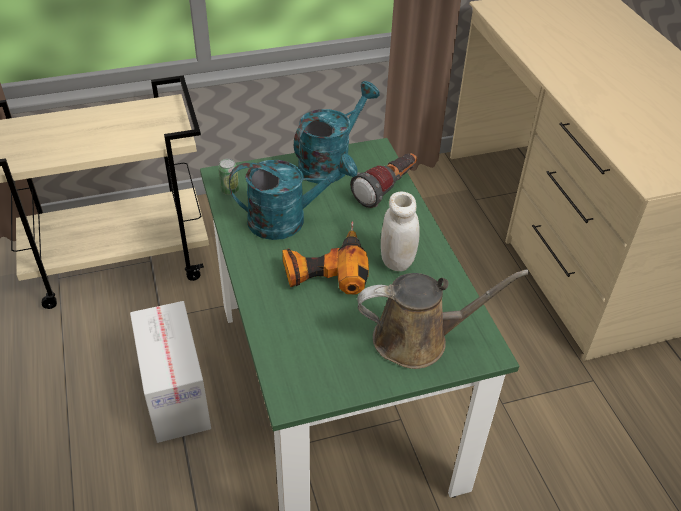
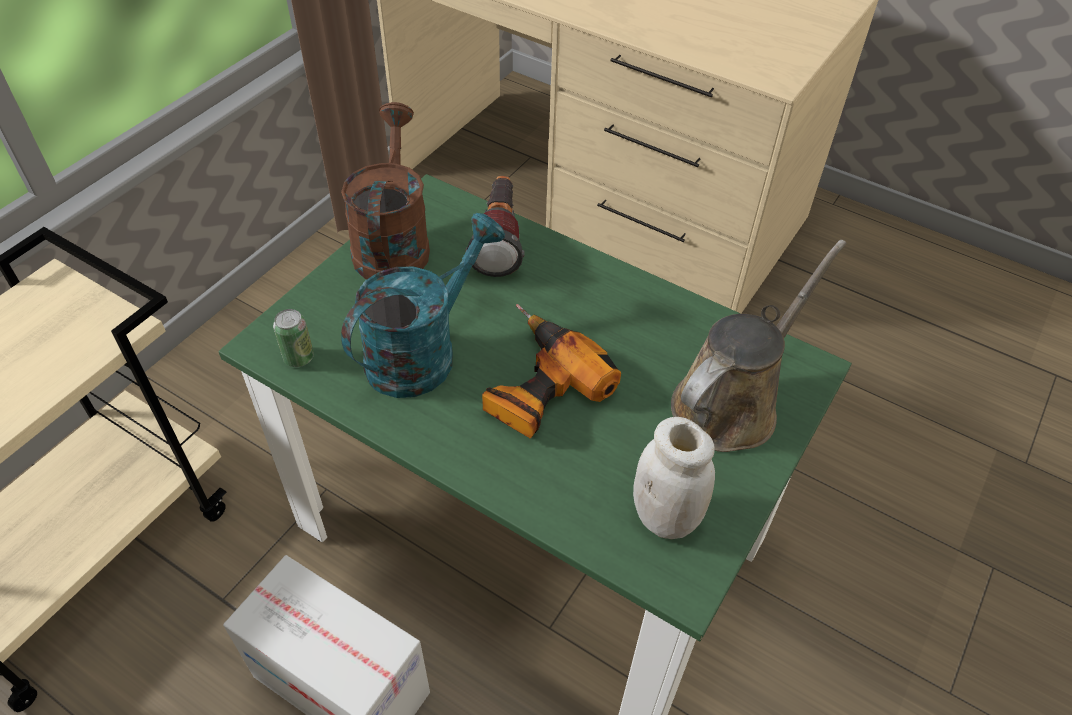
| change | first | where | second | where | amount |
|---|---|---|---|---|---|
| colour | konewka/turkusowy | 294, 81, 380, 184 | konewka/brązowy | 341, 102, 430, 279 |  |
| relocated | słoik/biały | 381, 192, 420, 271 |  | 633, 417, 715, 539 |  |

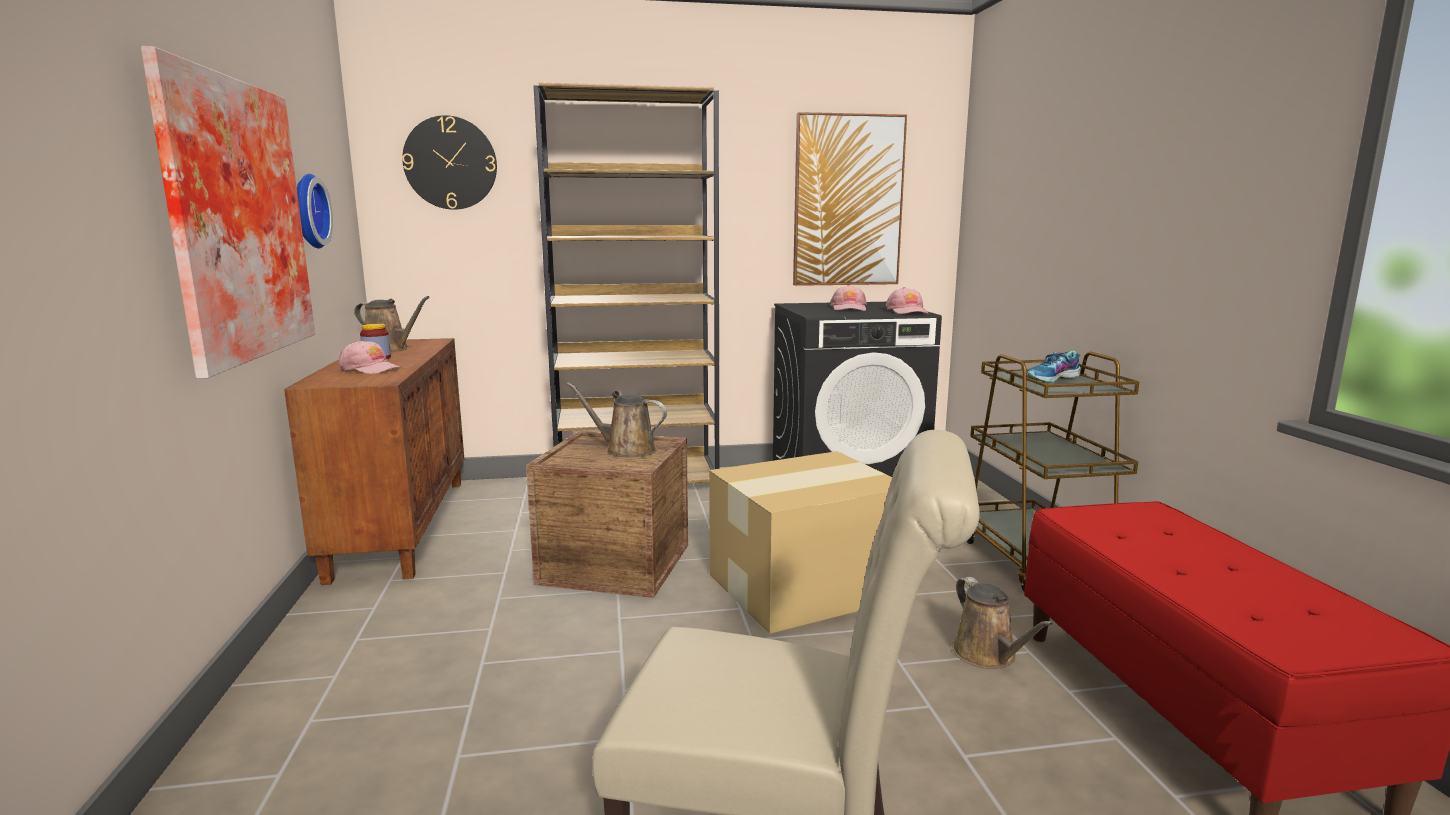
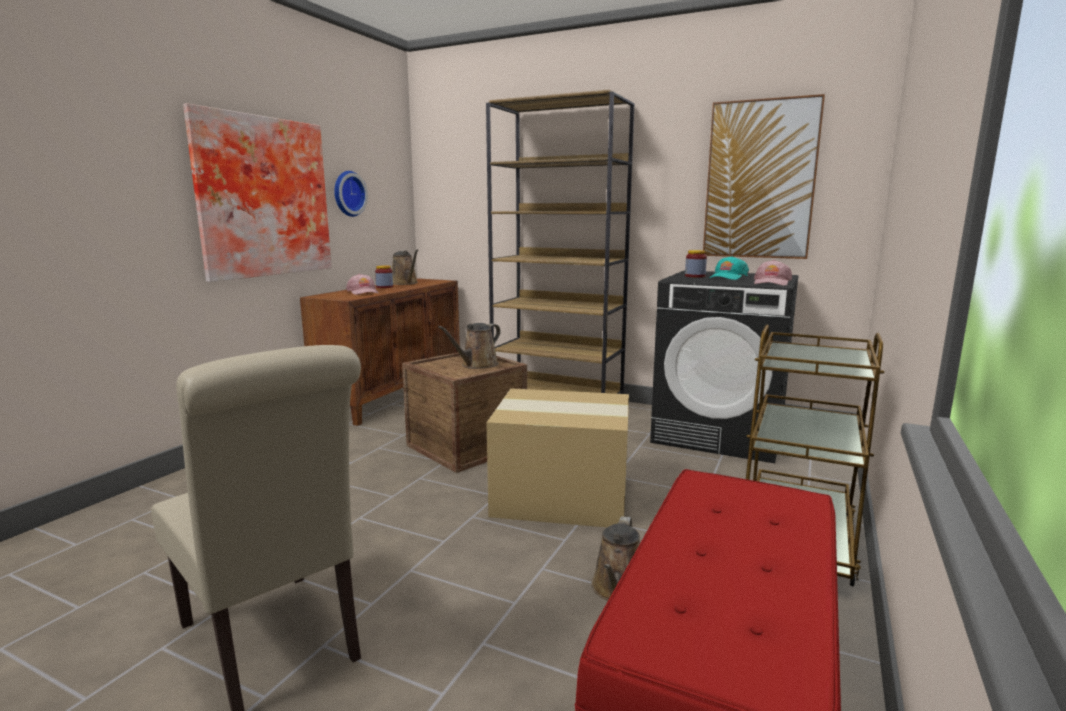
| change | first | where | second | where | amount |
|---|---|---|---|---|---|
| missing | zegar ścienny | 402, 115, 497, 210 |  |  |  |
| colour | czapka z daszkiem/różowy | 830, 285, 867, 311 | czapka z daszkiem/turkusowy | 709, 256, 749, 280 |  |
| missing | but | 1027, 350, 1080, 383 |  |  |  |
| spun | konewka/brązowy | 567, 382, 667, 457 |  | 438, 323, 501, 369 | 105 degrees counterclockwise |
| appeared |  |  | słoik | 685, 250, 707, 278 |  |

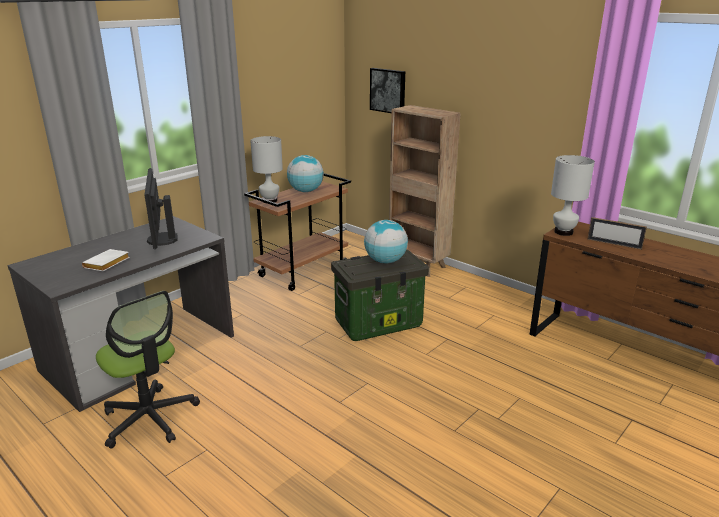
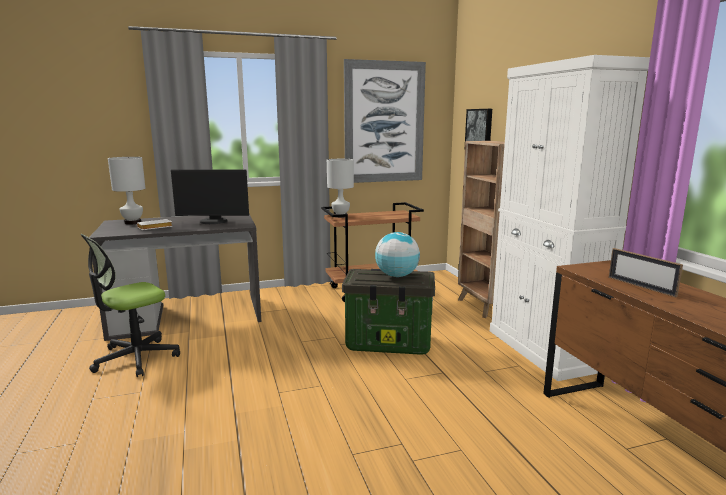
| change | first | where | second | where | amount |
|---|---|---|---|---|---|
| missing | globus | 287, 155, 324, 192 |  |  |  |
| relocated | lampa stołowa/biały | 551, 155, 595, 236 |  | 108, 157, 145, 225 |  |
| spun | monitor | 144, 168, 177, 249 |  | 171, 170, 249, 224 | 105 degrees counterclockwise |
| spun | krzesło biurowe | 96, 291, 200, 448 |  | 81, 234, 180, 377 | 60 degrees clockwise |
| appeared |  |  | szafka/biały | 490, 55, 650, 381 |  |
| appeared |  |  | obraz | 344, 59, 426, 183 |  |

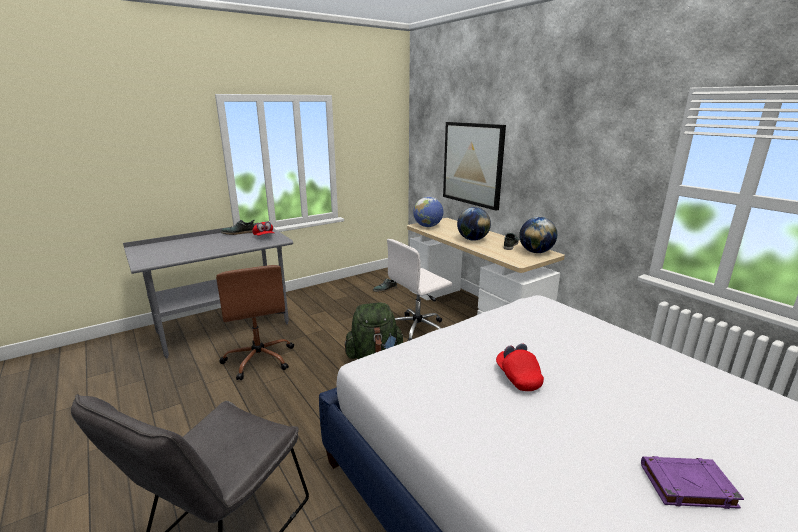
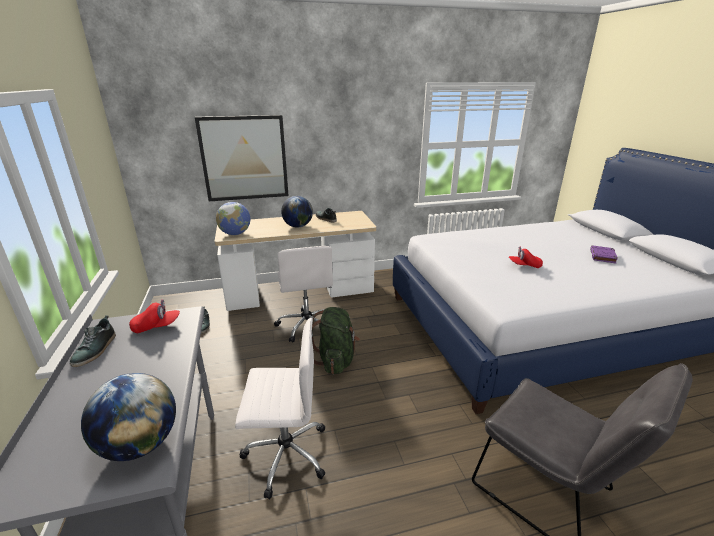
| change | first | where | second | where | amount |
|---|---|---|---|---|---|
| relocated | globus | 519, 217, 557, 253 |  | 81, 373, 176, 461 |  |
| colour | krzesło biurowe/brązowy | 216, 265, 294, 380 | krzesło biurowe/biały | 235, 318, 325, 499 |  |

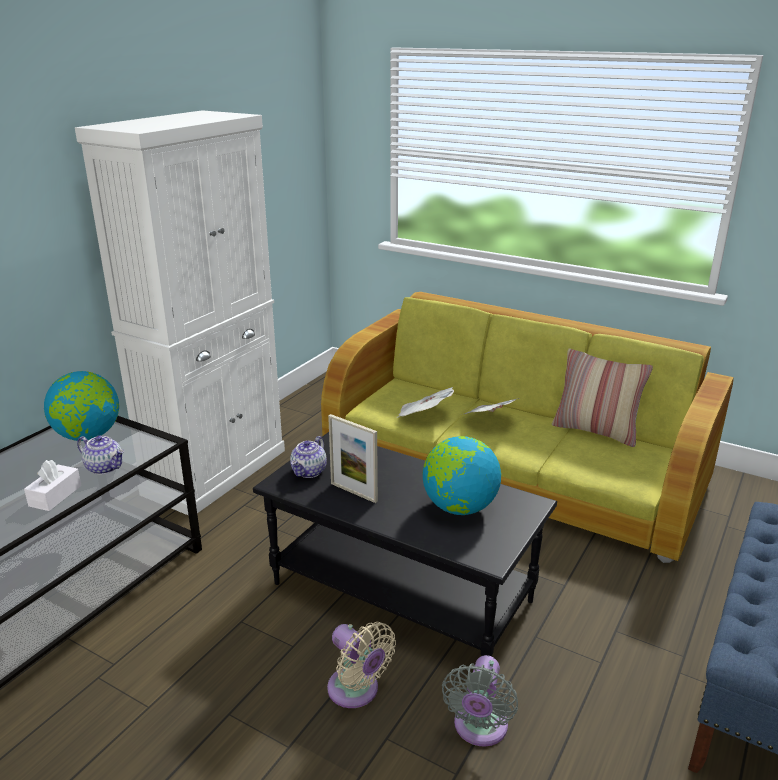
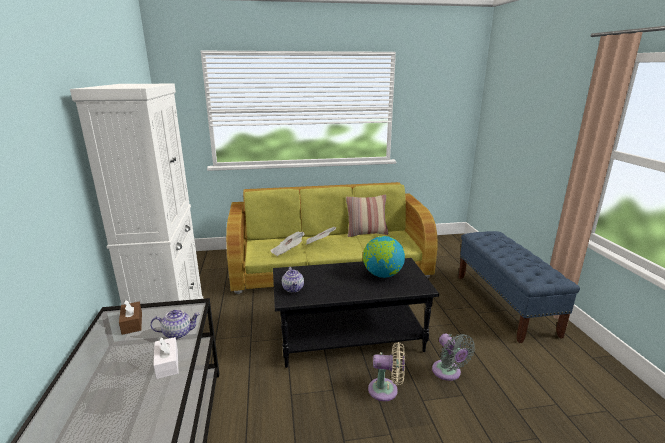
| change | first | where | second | where | amount |
|---|---|---|---|---|---|
| exchanged | globus | 44, 371, 119, 441 | pudełko chusteczek/brązowy | 119, 300, 142, 335 |  |
| missing | ramka na zdjęcie | 328, 414, 378, 503 |  |  |  |

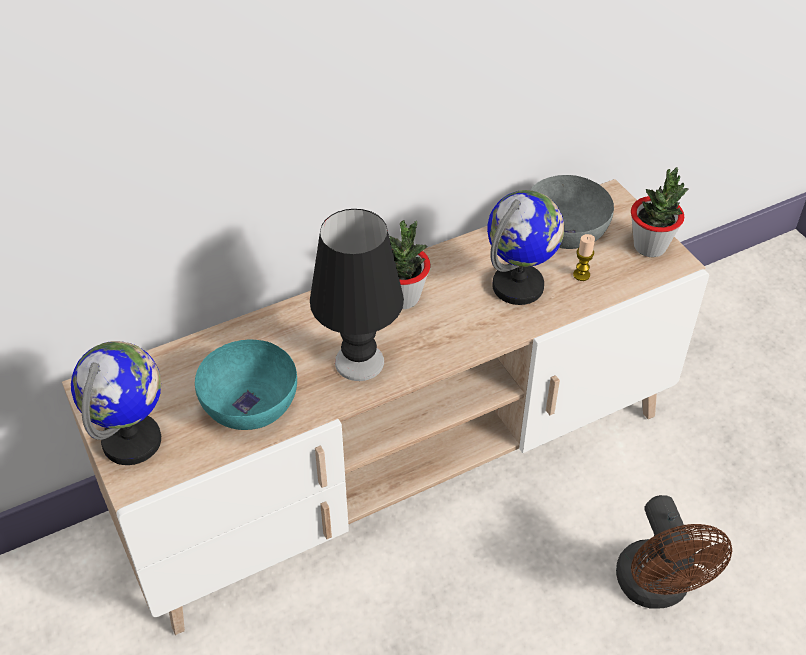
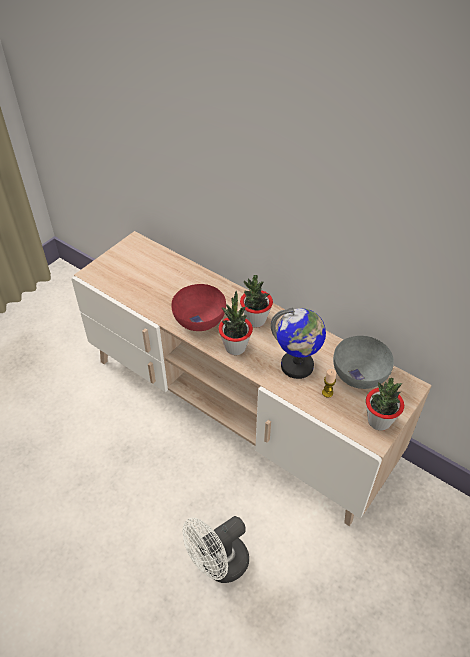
| change | first | where | second | where | amount |
|---|---|---|---|---|---|
| exchanged | lampa stołowa/czarny | 310, 209, 404, 381 | miska/czerwony | 171, 284, 226, 331 |  |
| missing | miska/turkusowy | 195, 339, 297, 430 |  |  |  |
| missing | globus | 71, 341, 161, 465 |  |  |  |
| colour | wentylator/brązowy | 616, 495, 732, 609 | wentylator/biały | 183, 516, 249, 583 |  |
| appeared |  |  | roślina doniczkowa | 218, 291, 253, 355 |  |

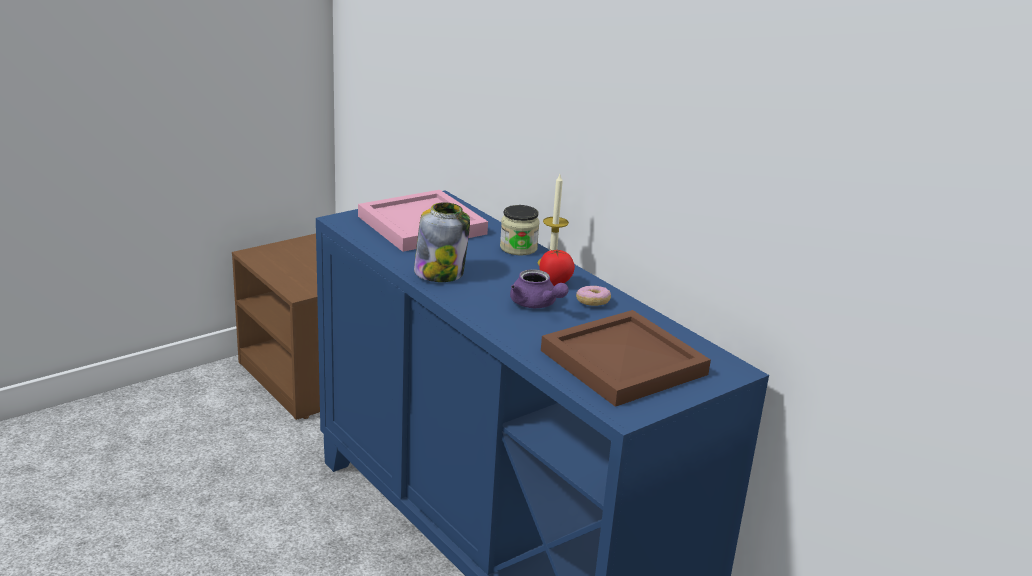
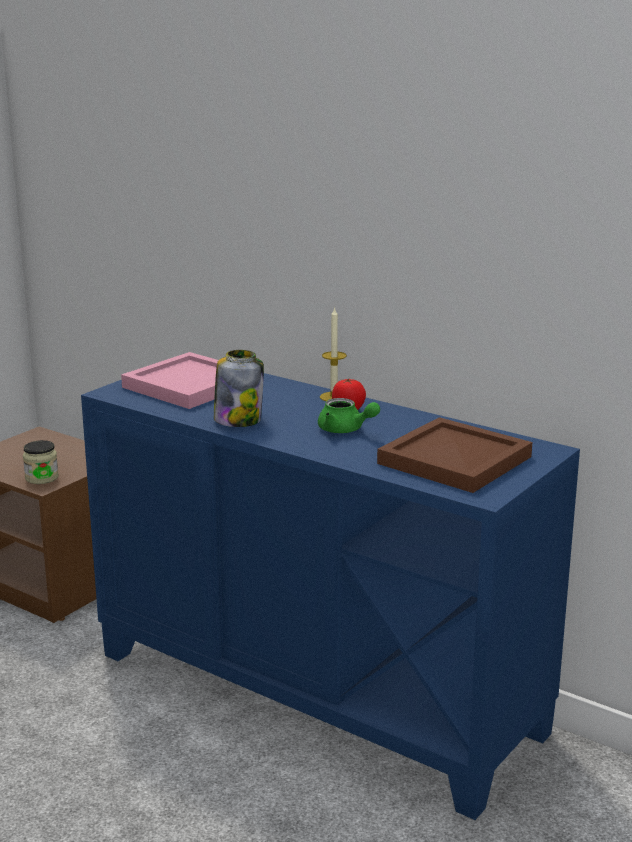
| change | first | where | second | where | amount |
|---|---|---|---|---|---|
| relocated | słoik | 500, 205, 540, 255 |  | 23, 440, 58, 484 |  |
| colour | imbryk/fioletowy | 510, 269, 569, 308 | imbryk/zielony | 318, 398, 380, 433 |  |
| missing | donut | 576, 286, 611, 306 |  |  |  |

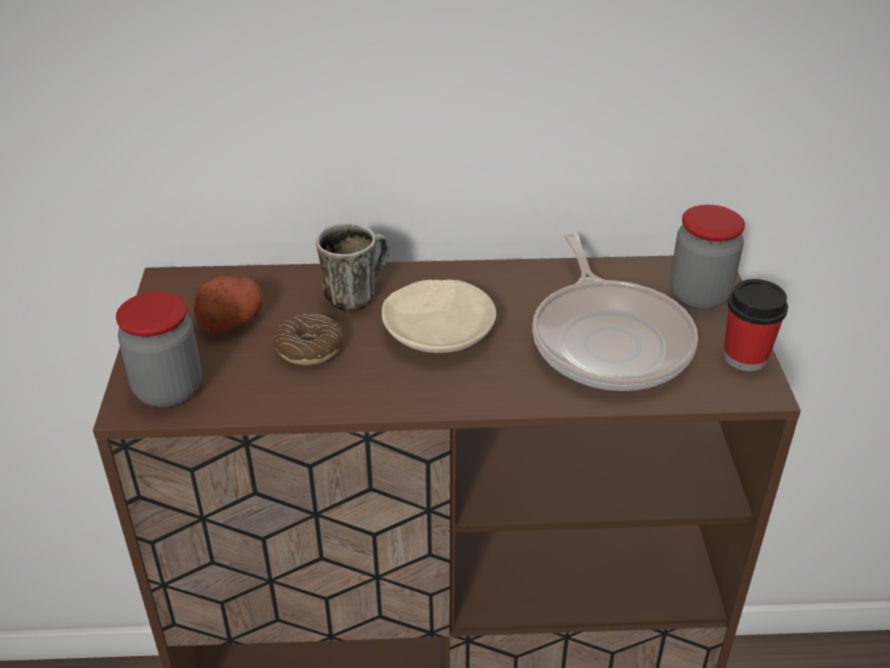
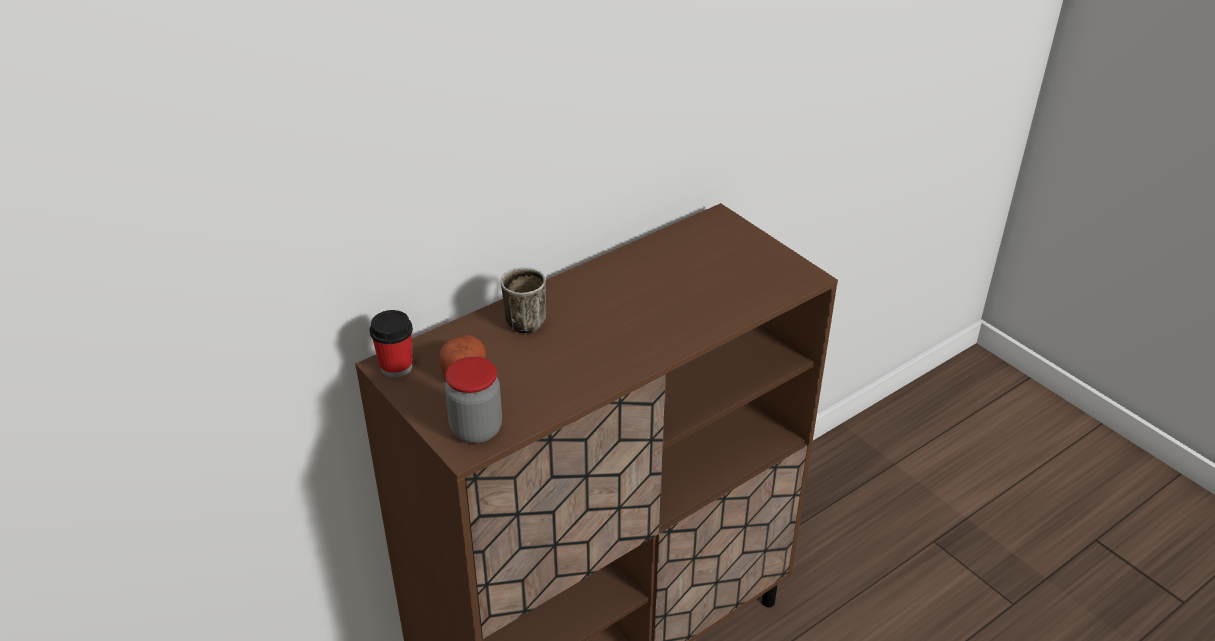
| change | first | where | second | where | amount |
|---|---|---|---|---|---|
| missing | słoik | 670, 205, 745, 310 |  |  |  |
| missing | patelnia | 532, 233, 698, 391 |  |  |  |
| relocated | filiżanka | 724, 279, 788, 371 |  | 370, 310, 413, 377 |  |
| missing | talerz/beżowy | 382, 280, 496, 353 |  |  |  |
| missing | donut | 274, 314, 343, 365 |  |  |  |

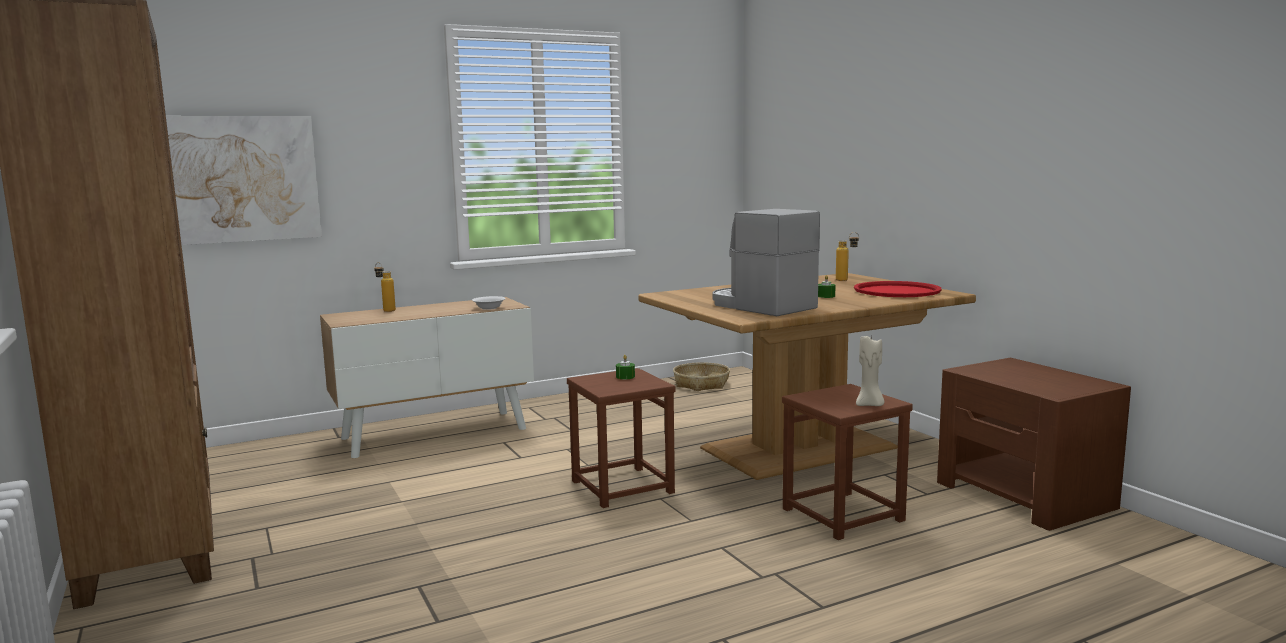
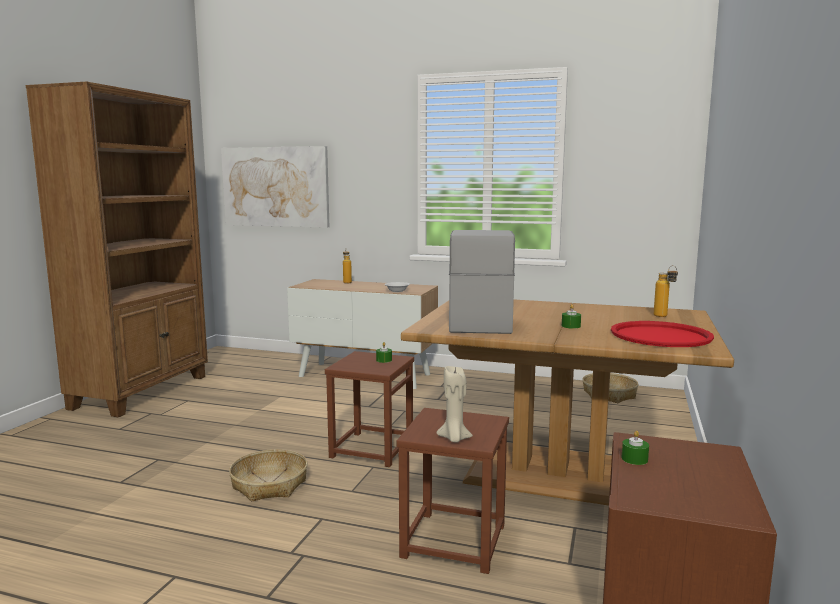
| change | first | where | second | where | amount |
|---|---|---|---|---|---|
| appeared |  |  | świeca/zielony | 621, 431, 649, 465 |  |
| appeared |  |  | koszyk | 229, 449, 308, 502 |  |

